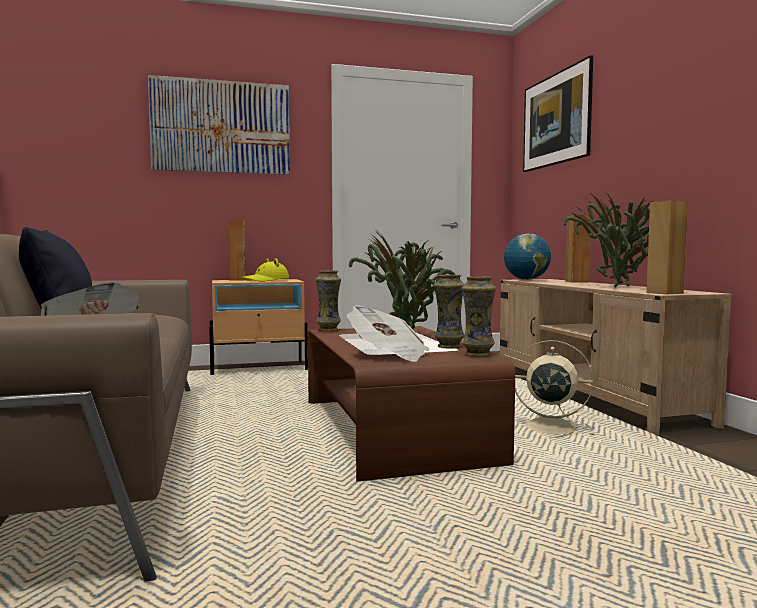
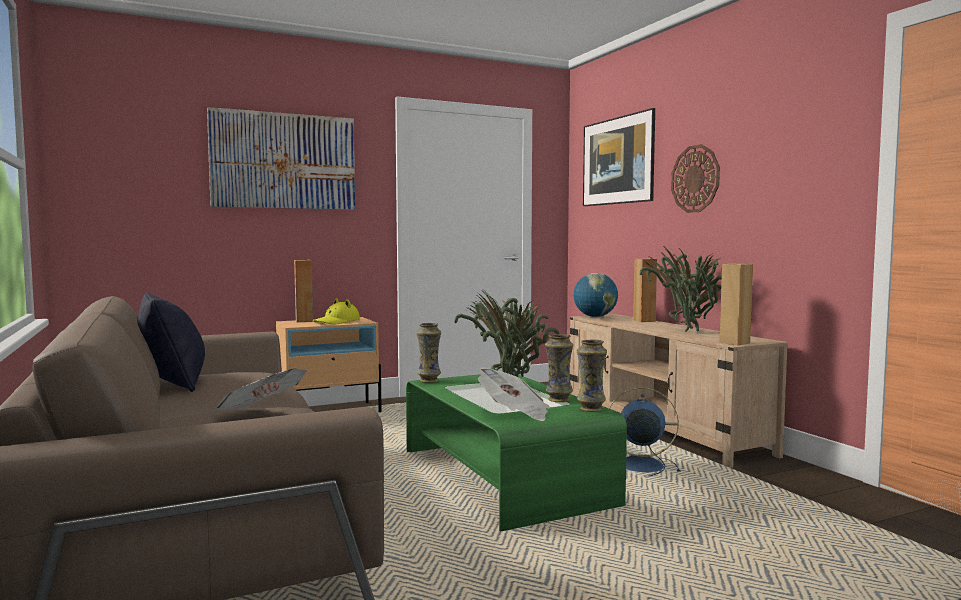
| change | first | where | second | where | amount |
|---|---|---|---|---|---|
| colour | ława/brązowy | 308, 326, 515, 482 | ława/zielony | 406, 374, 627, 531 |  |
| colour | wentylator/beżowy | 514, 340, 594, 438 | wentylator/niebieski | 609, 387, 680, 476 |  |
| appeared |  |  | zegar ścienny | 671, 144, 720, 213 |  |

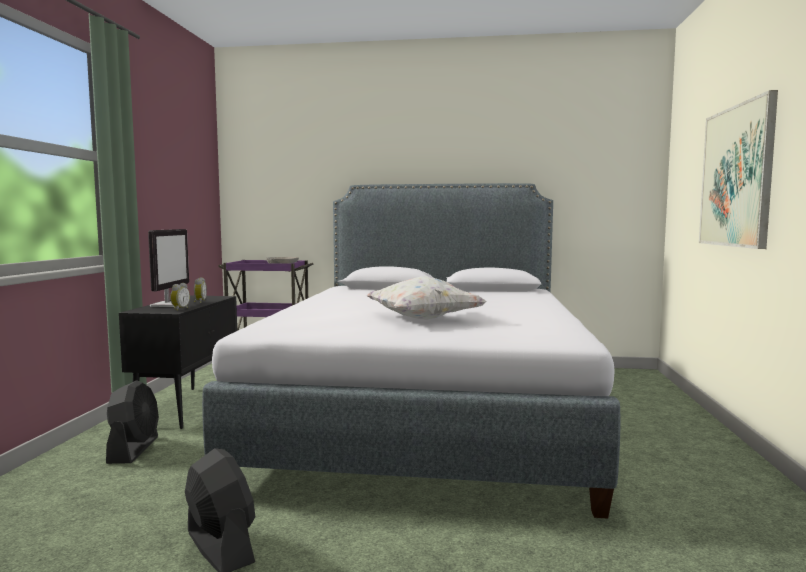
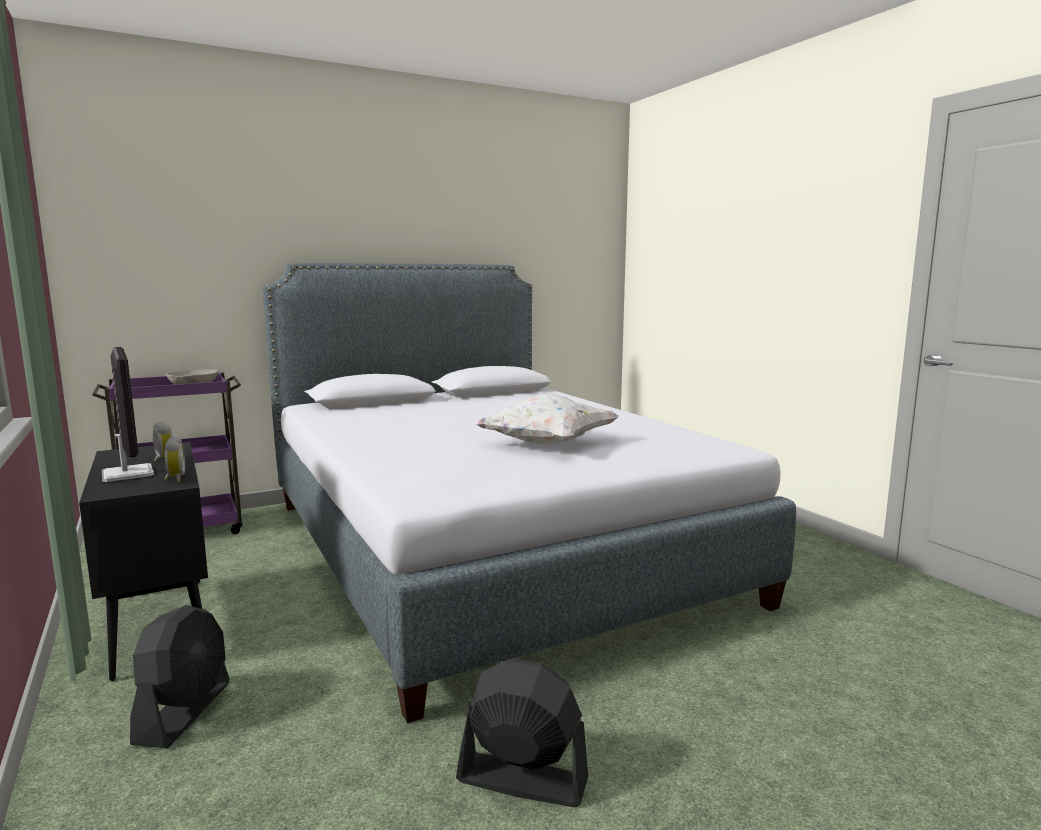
| change | first | where | second | where | amount |
|---|---|---|---|---|---|
| missing | obraz | 699, 90, 778, 249 |  |  |  |
| spun | wentylator/czarny | 106, 380, 159, 464 |  | 130, 605, 230, 748 | 45 degrees clockwise |

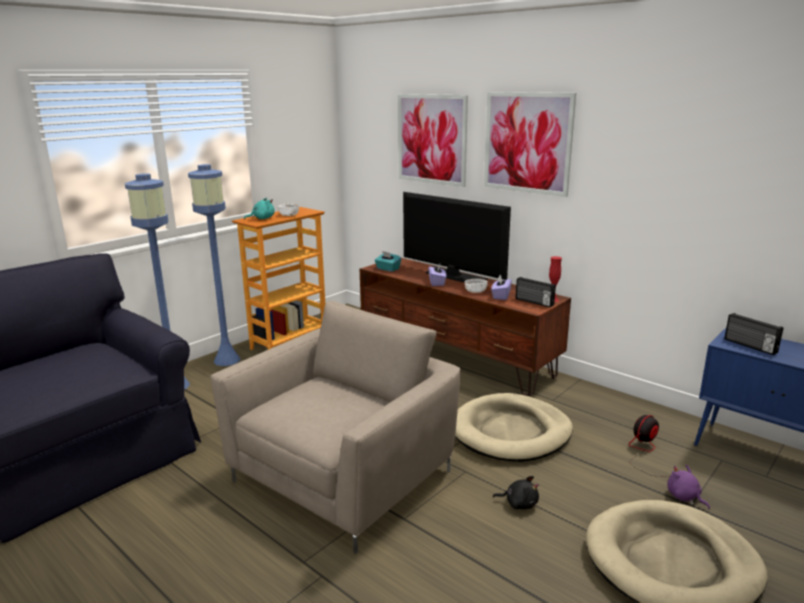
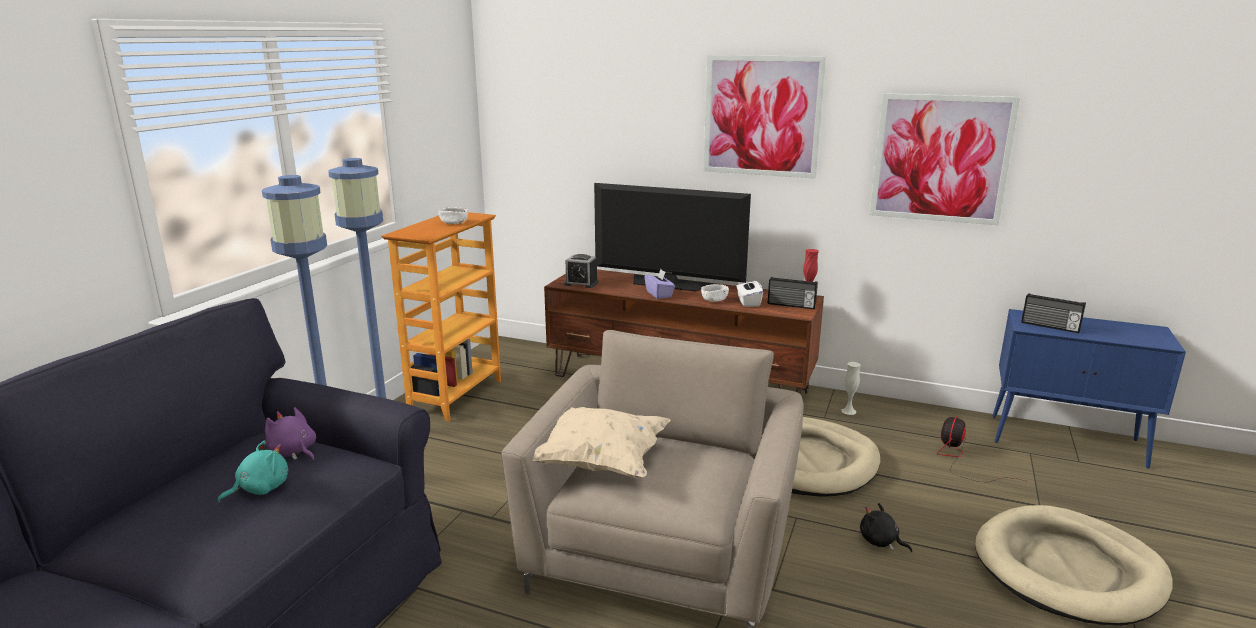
| change | first | where | second | where | amount |
|---|---|---|---|---|---|
| relocated | obraz | 398, 94, 468, 187 |  | 870, 93, 1020, 225 |  |
| relocated | pluszak/turkusowy | 244, 198, 275, 219 |  | 217, 440, 288, 503 |  |
| exchanged | pudełko chusteczek/turkusowy | 375, 251, 402, 272 | budzik | 564, 254, 598, 288 |  |
| colour | pudełko chusteczek/fioletowy | 491, 274, 512, 300 | pudełko chusteczek/biały | 736, 278, 763, 307 |  |
| relocated | pluszak/fioletowy | 667, 465, 710, 509 |  | 265, 407, 316, 461 |  |
| spun | pluszak/czarny | 493, 476, 539, 510 |  | 860, 503, 912, 552 | 135 degrees counterclockwise |
| appeared |  |  | wazon/biały | 842, 362, 861, 415 |  |
| appeared |  |  | poduszka/beżowy | 533, 407, 671, 479 |  |

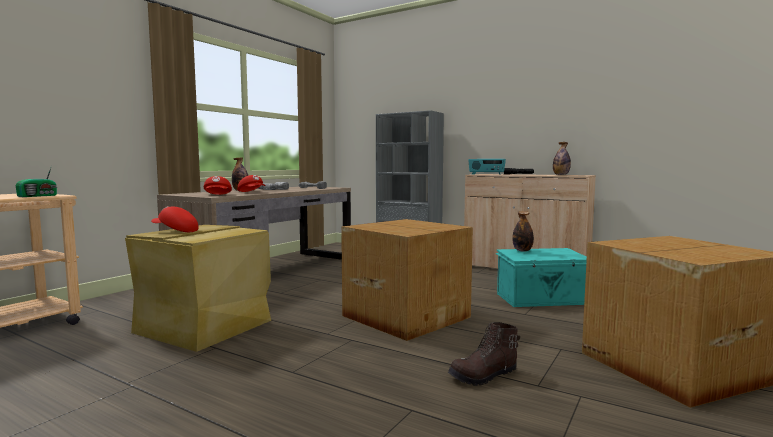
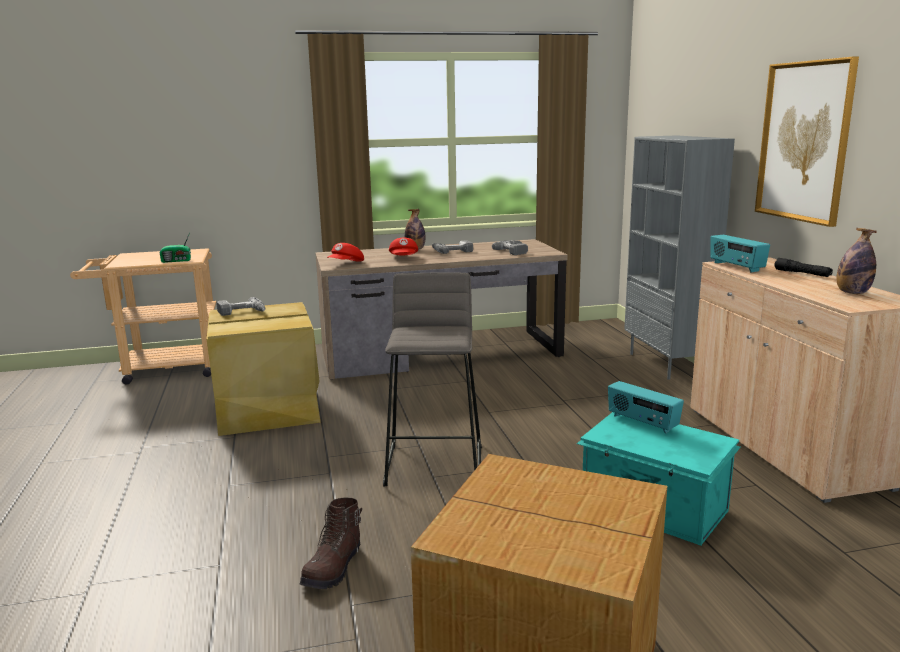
| change | first | where | second | where | amount |
|---|---|---|---|---|---|
| exchanged | czapka z daszkiem/czerwony | 151, 206, 198, 232 | wiertarka | 217, 297, 265, 316 |  |
| exchanged | butelka | 512, 211, 534, 252 | radio | 608, 381, 684, 434 |  |
| exchanged | karton | 341, 219, 473, 341 | stołek/szary | 383, 273, 482, 486 |  |
| spun | but z cholewką/brązowy | 448, 322, 520, 386 |  | 300, 497, 362, 589 | 90 degrees counterclockwise |
| appeared |  |  | obraz | 755, 57, 859, 227 |  |

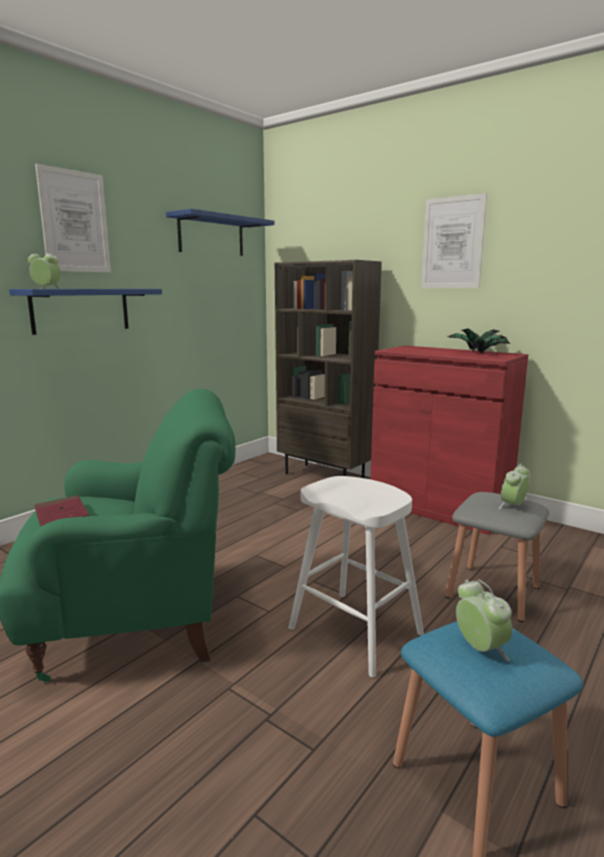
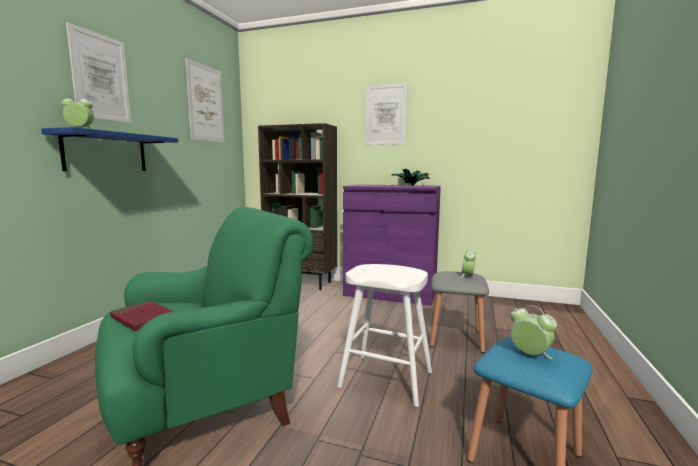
| change | first | where | second | where | amount |
|---|---|---|---|---|---|
| exchanged | półka/niebieski | 166, 209, 274, 256 | obraz | 185, 58, 225, 143 |  |
| colour | szafka/czerwony | 370, 346, 528, 535 | szafka/fioletowy | 343, 184, 441, 306 |  |

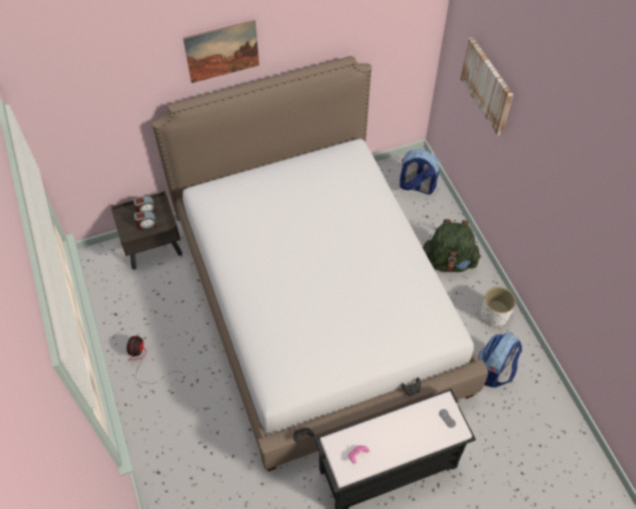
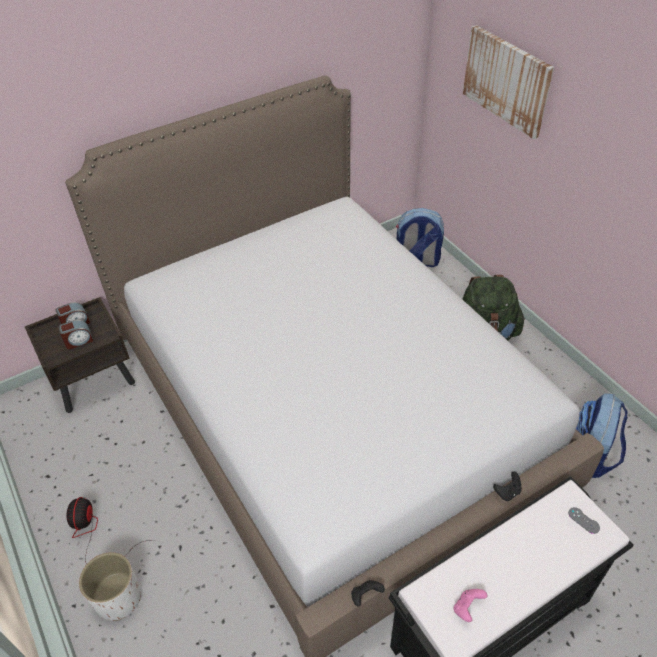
| change | first | where | second | where | amount |
|---|---|---|---|---|---|
| missing | obraz | 183, 20, 259, 83 |  |  |  |
| relocated | donica/biały | 481, 287, 516, 327 |  | 79, 552, 141, 621 |  |

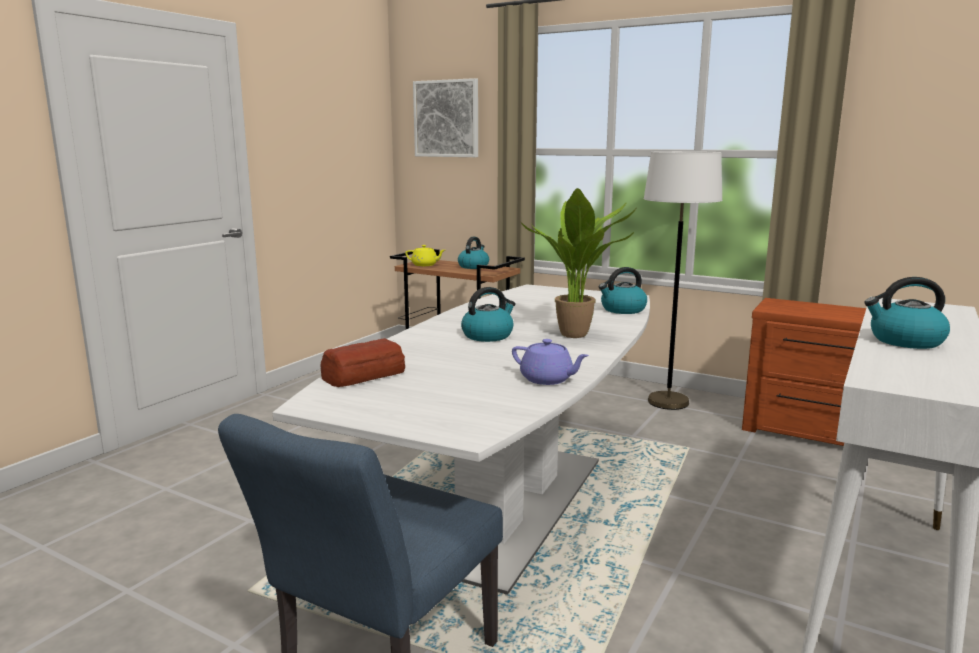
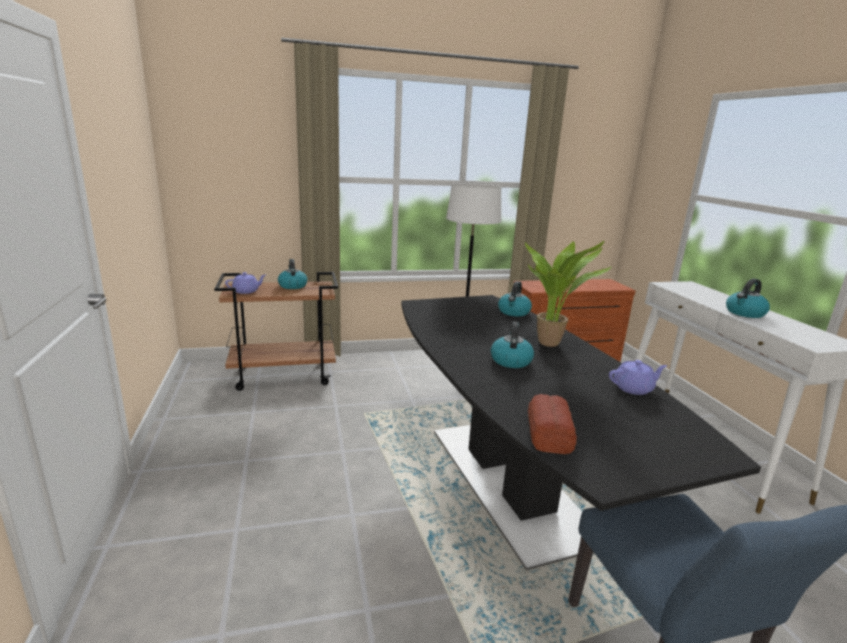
| change | first | where | second | where | amount |
|---|---|---|---|---|---|
| missing | obraz | 413, 78, 478, 157 |  |  |  |
| colour | imbryk/żółty | 405, 245, 445, 266 | imbryk/fioletowy | 225, 272, 265, 294 |  |
| colour | stół jadalny/biały | 273, 284, 650, 595 | stół jadalny/czarny | 401, 295, 761, 570 |  |

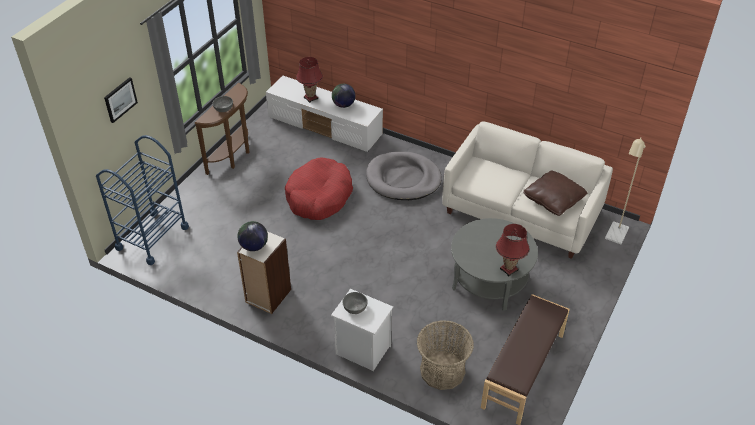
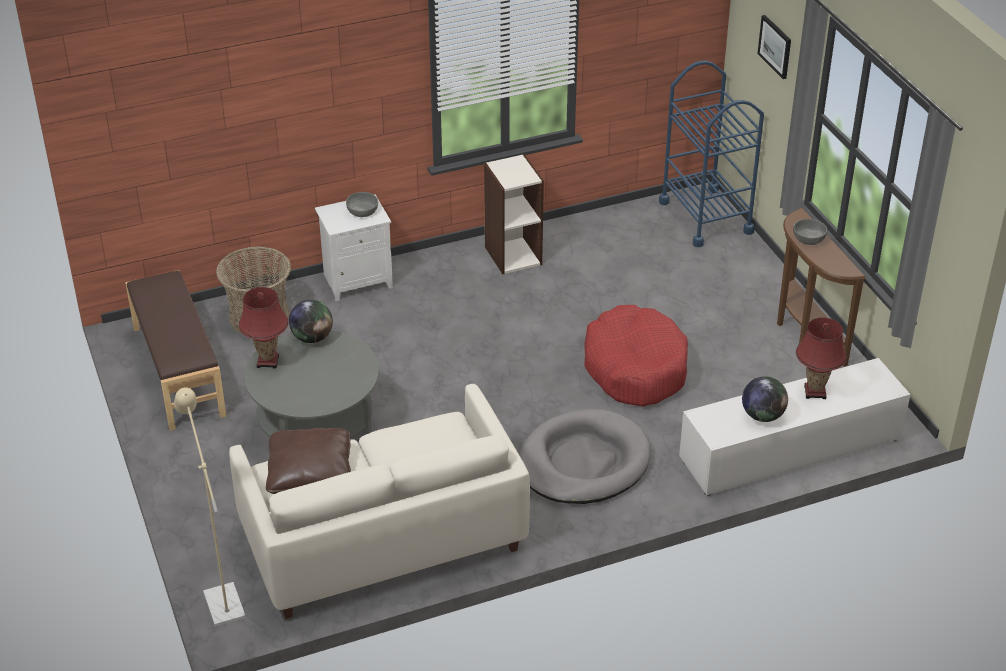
| change | first | where | second | where | amount |
|---|---|---|---|---|---|
| relocated | globus | 237, 221, 268, 251 |  | 289, 300, 333, 343 |  |

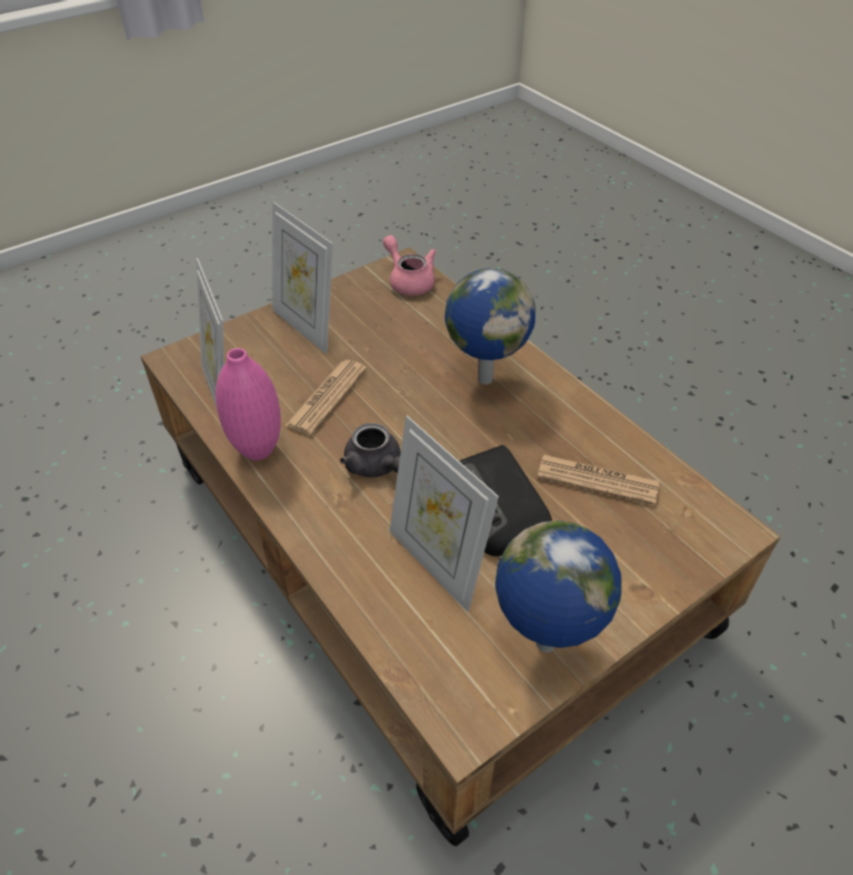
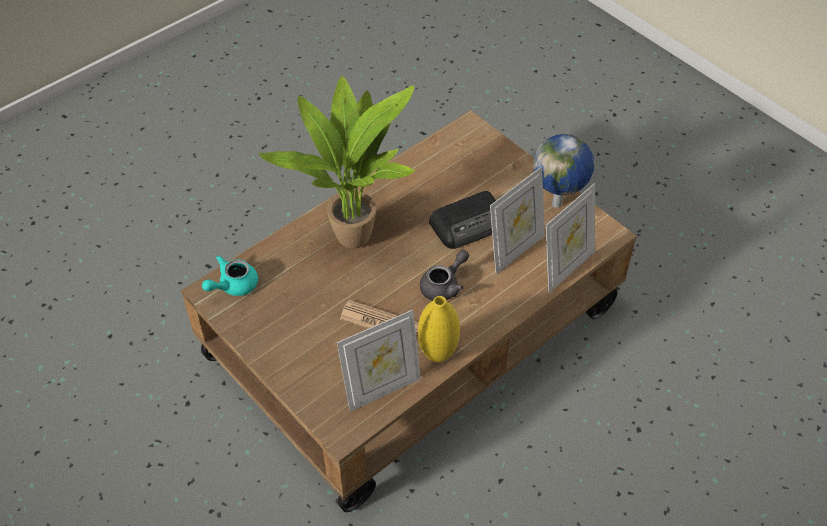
| change | first | where | second | where | amount |
|---|---|---|---|---|---|
| relocated | ramka na zdjęcie | 272, 202, 333, 354 |  | 546, 183, 595, 293 |  |
| colour | imbryk/różowy | 383, 235, 436, 296 | imbryk/turkusowy | 202, 255, 258, 296 |  |
| exchanged | globus | 445, 268, 535, 385 | roślina doniczkowa | 258, 76, 416, 249 |  |
| colour | wazon/różowy | 216, 348, 281, 460 | wazon/żółty | 418, 296, 460, 363 |  |
| missing | gazeta | 537, 455, 659, 505 |  |  |  |

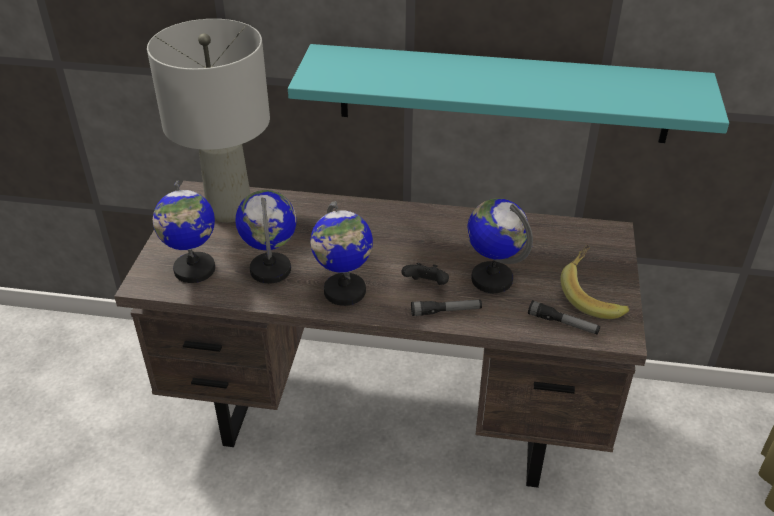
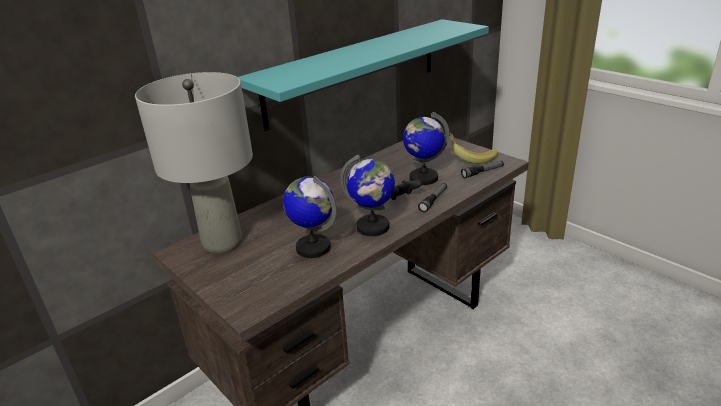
| change | first | where | second | where | amount |
|---|---|---|---|---|---|
| missing | globus | 153, 180, 215, 283 |  |  |  |

